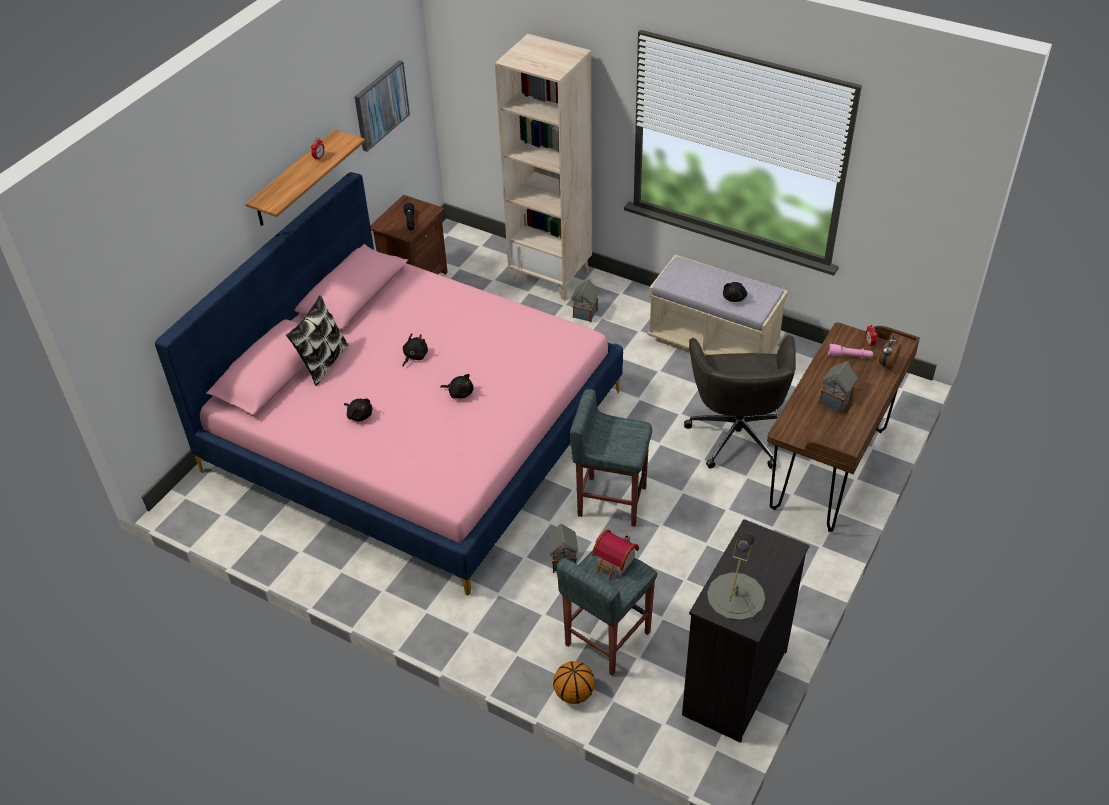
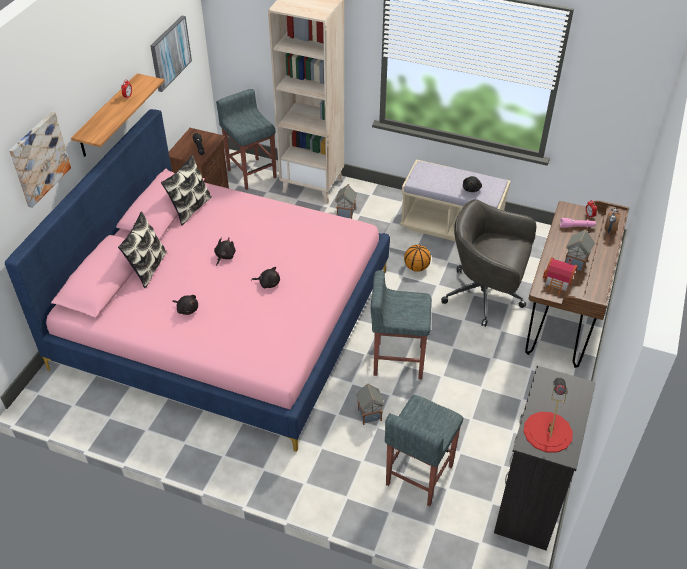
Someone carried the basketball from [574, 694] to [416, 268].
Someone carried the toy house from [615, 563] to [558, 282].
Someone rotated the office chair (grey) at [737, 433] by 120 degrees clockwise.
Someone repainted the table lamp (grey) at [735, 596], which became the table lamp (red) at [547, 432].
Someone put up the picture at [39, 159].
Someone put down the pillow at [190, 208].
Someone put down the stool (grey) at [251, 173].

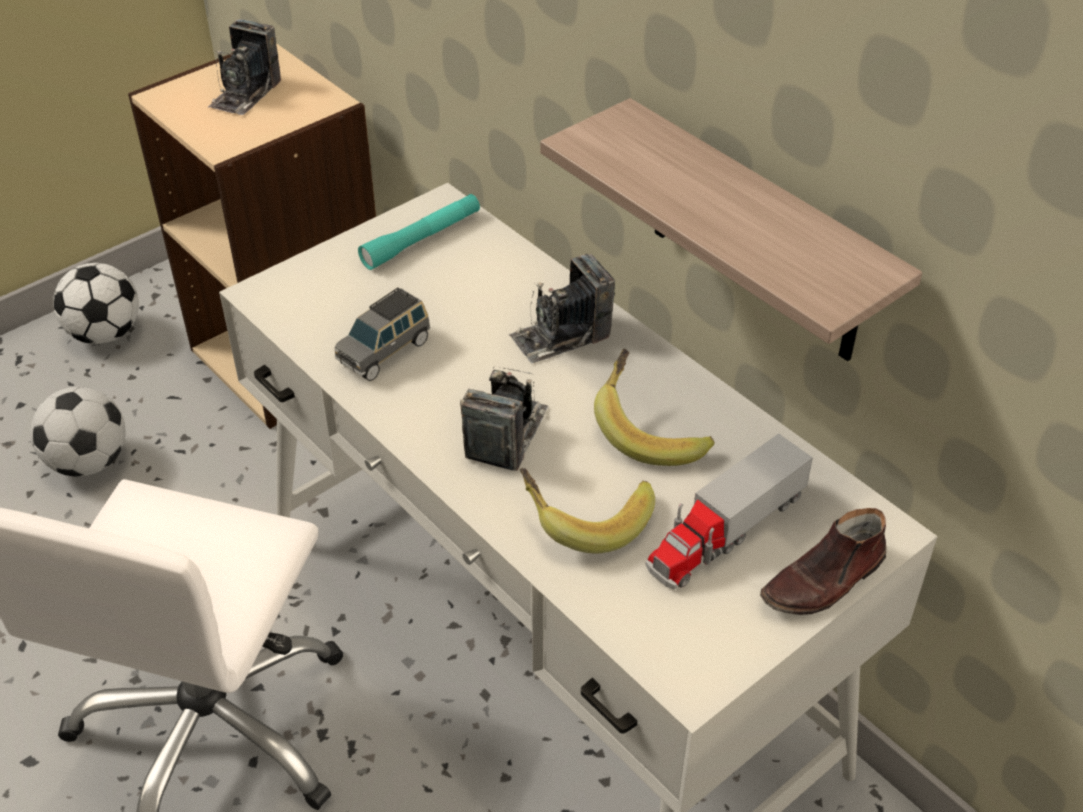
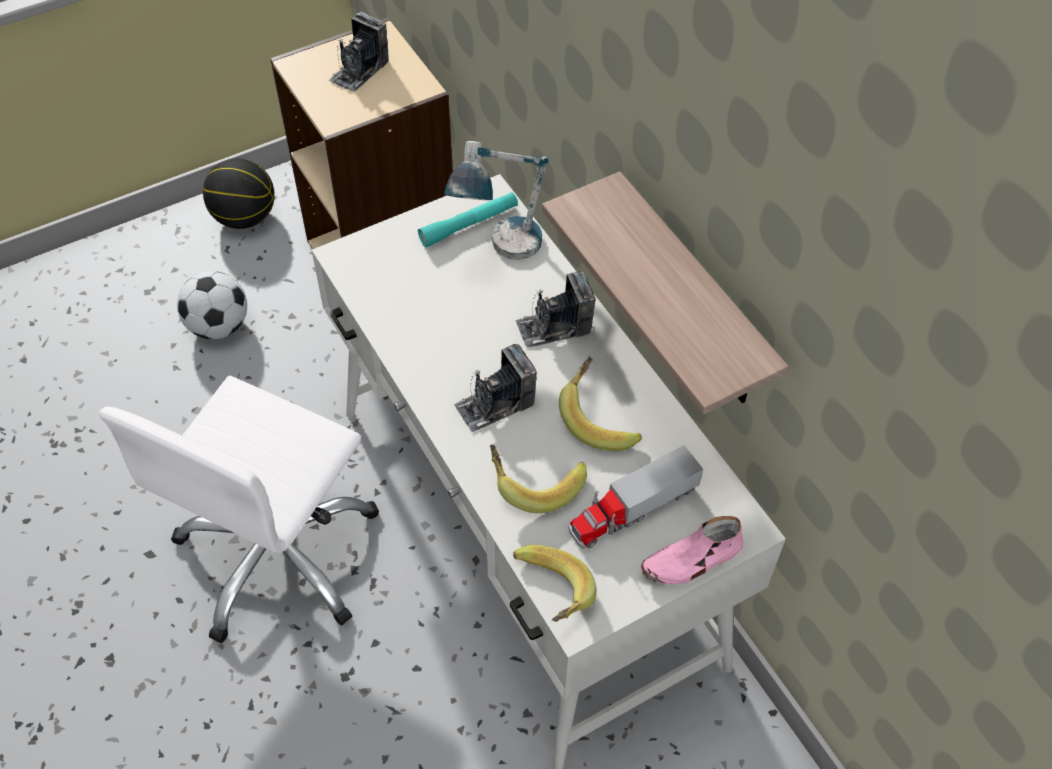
Someone swapped the football at [105, 334] for the basketball at [245, 217].
Someone took away the toy car (grey) at [385, 351].
Someone rotated the photo camera at [506, 434] by 150 degrees counterclockwise.
Someone repainted the shoe (brown) at [824, 581], which became the shoe (pink) at [692, 560].
Someone put down the table lamp at [501, 253].
Someone put down the banana at [549, 596].

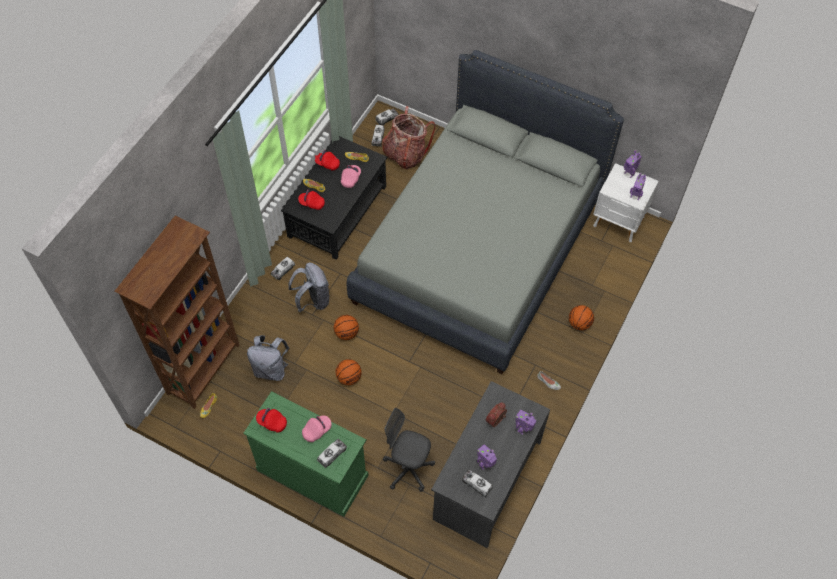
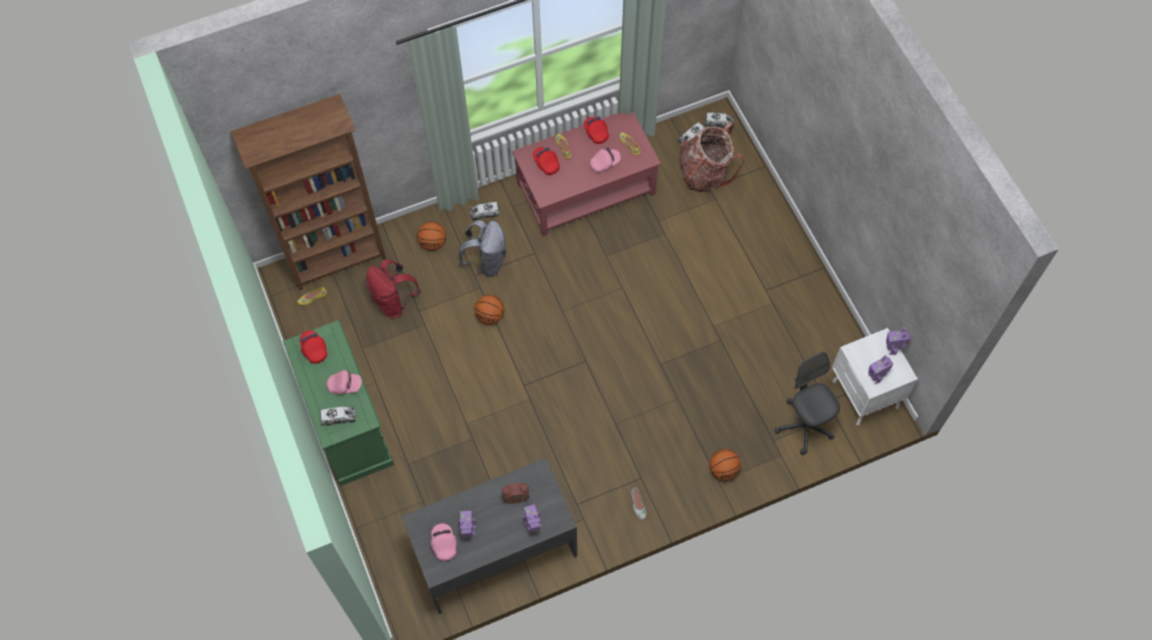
Someone repainted the backpack (grey) at [271, 369], which became the backpack (red) at [394, 301].
Someone repainted the coffee table (black) at [337, 212], which became the coffee table (red) at [585, 188].
Someone carried the basketball from [349, 377] to [433, 243].
Someone took away the bed (grey) at [479, 249].
Someone carried the office chair (grey) from [408, 469] to [804, 426].
Someone swapped the toy truck at [477, 484] for the cap (pink) at [444, 544].

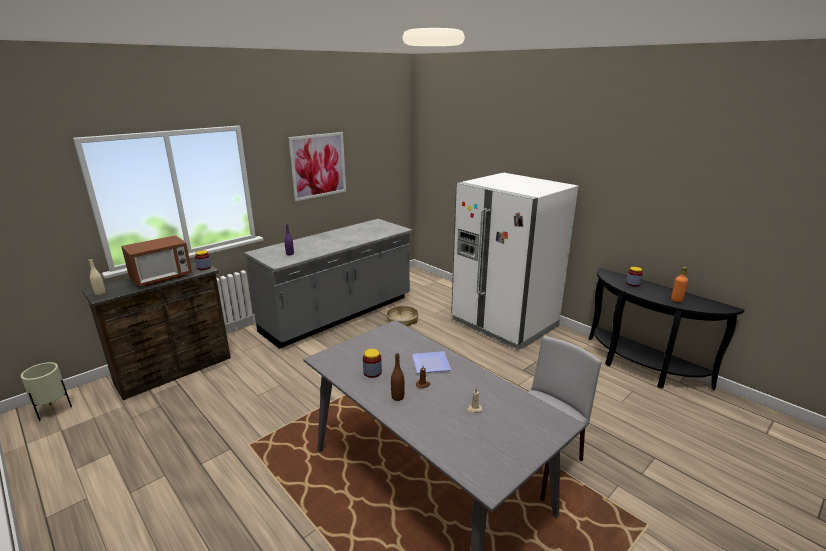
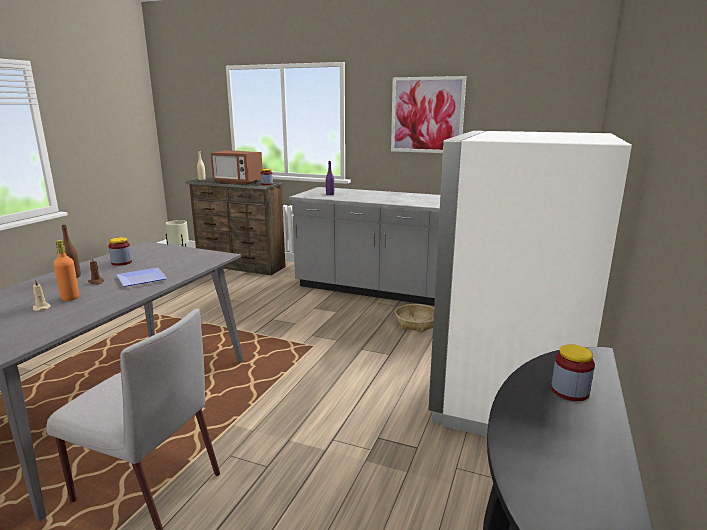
Someone carried the bottle (orange) from [676, 300] to [70, 298].

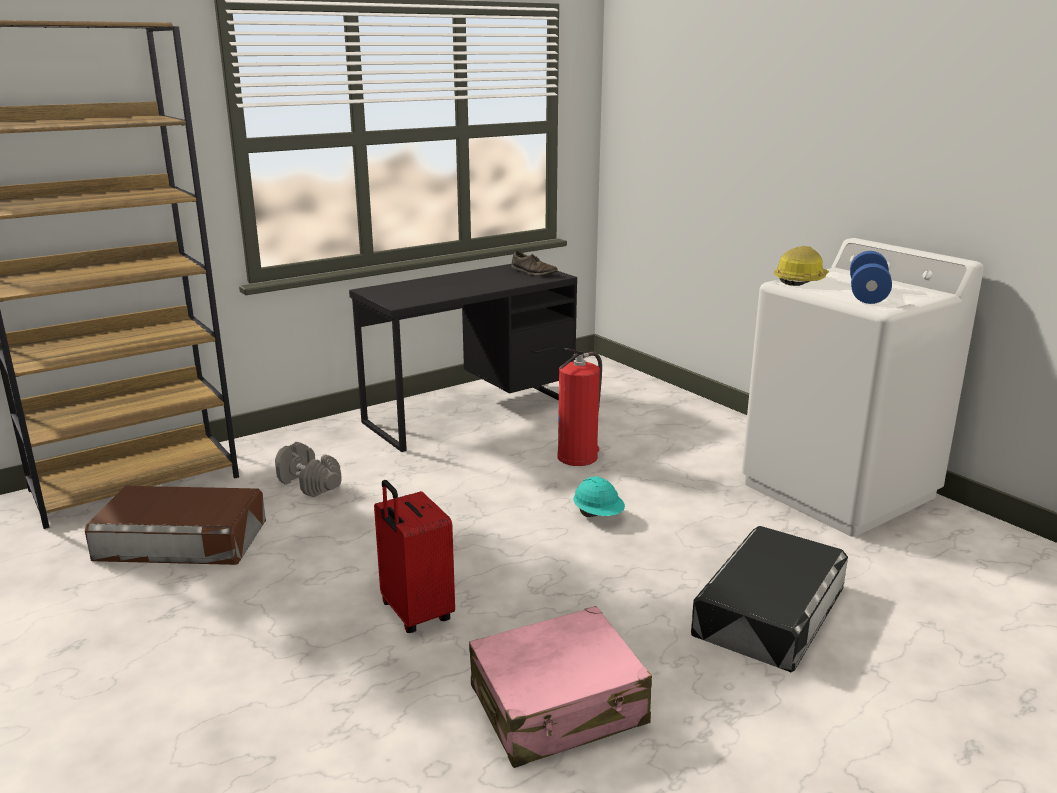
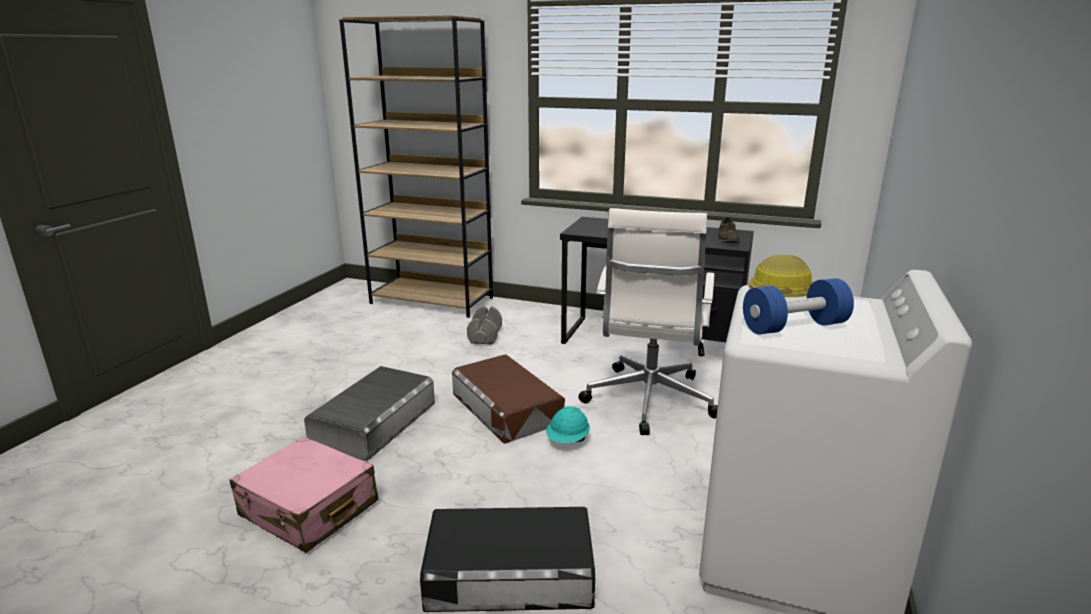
Someone carried the storage box (brown) from [181, 540] to [506, 407].
Someone swapped the suitcase (red) at [415, 613] for the storage box (grey) at [374, 422].
Someone swapped the fire extinguisher at [578, 457] for the office chair (white) at [648, 401].

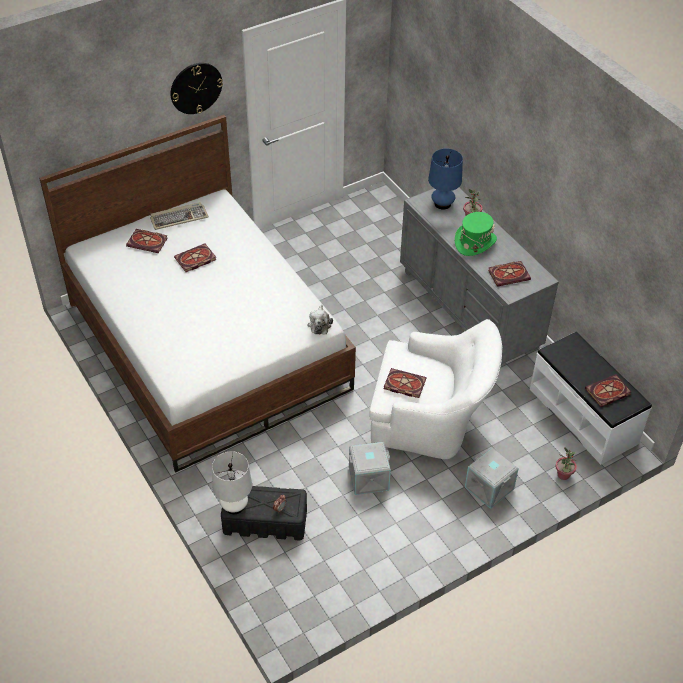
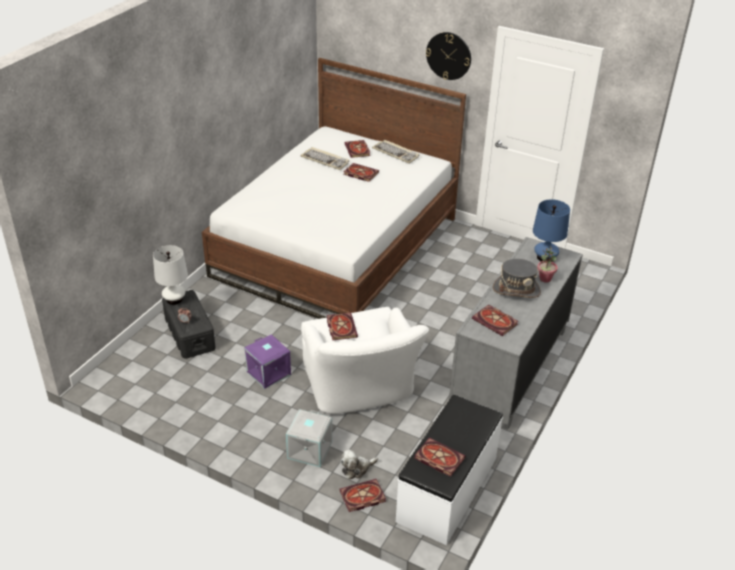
Someone carried the plush toy from [319, 324] to [357, 469].
Someone repainted the storage box (grey) at [368, 479], which became the storage box (purple) at [267, 373].
Someone repainted the hat (green) at [475, 242], which became the hat (grey) at [516, 290].
Someone swapped the potted plant at [563, 475] for the book at [362, 497].
Someone put down the keyboard at [325, 160].

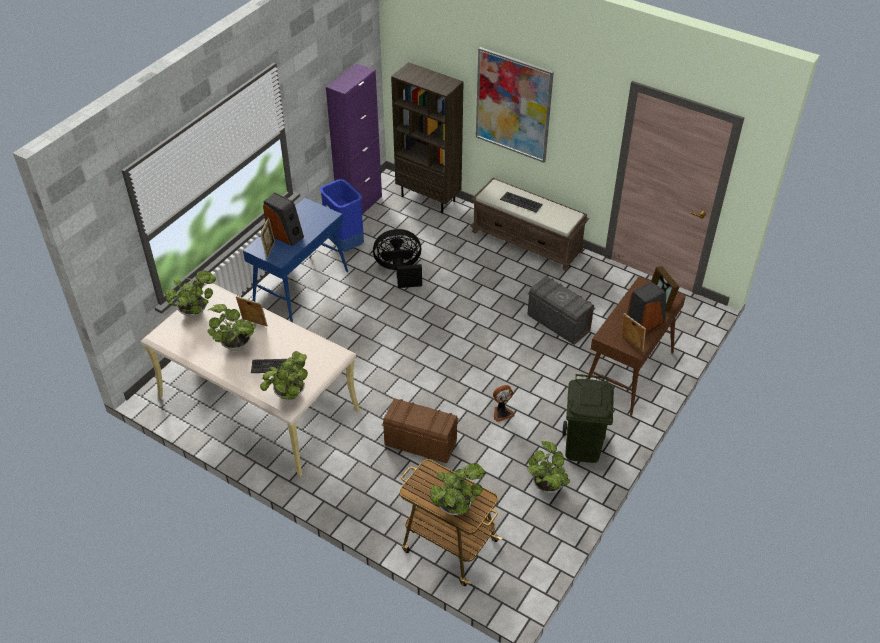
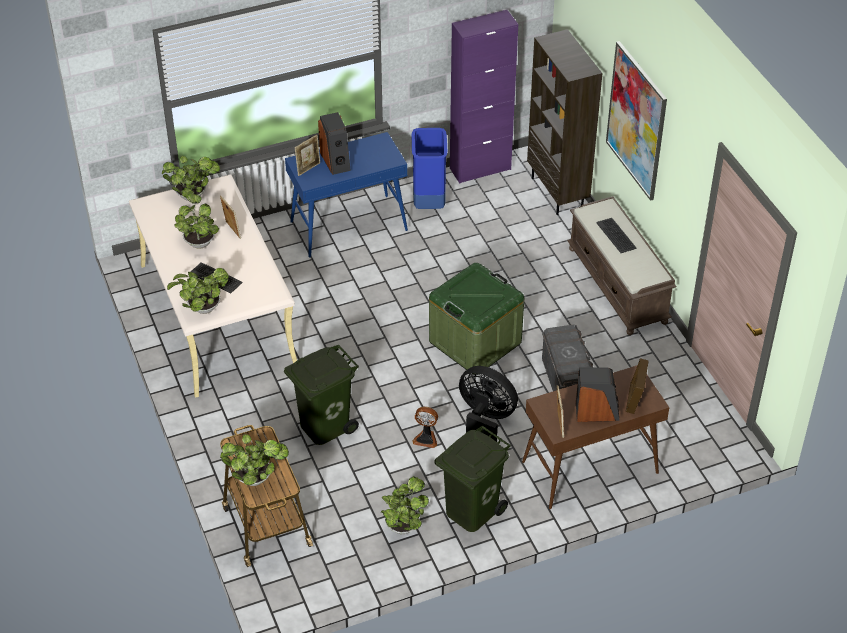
Someone carried the fan (black) from [400, 272] to [485, 419].
Someone swapped the storage box (brown) at [420, 443] for the trash can (green) at [324, 425].
Someone put down the storage box (green) at [475, 342].

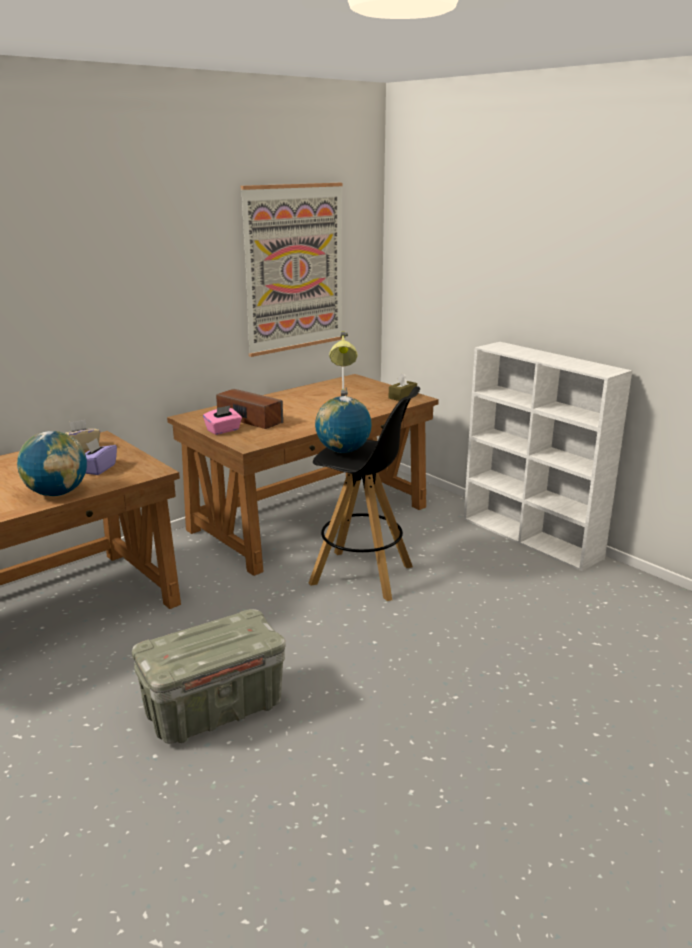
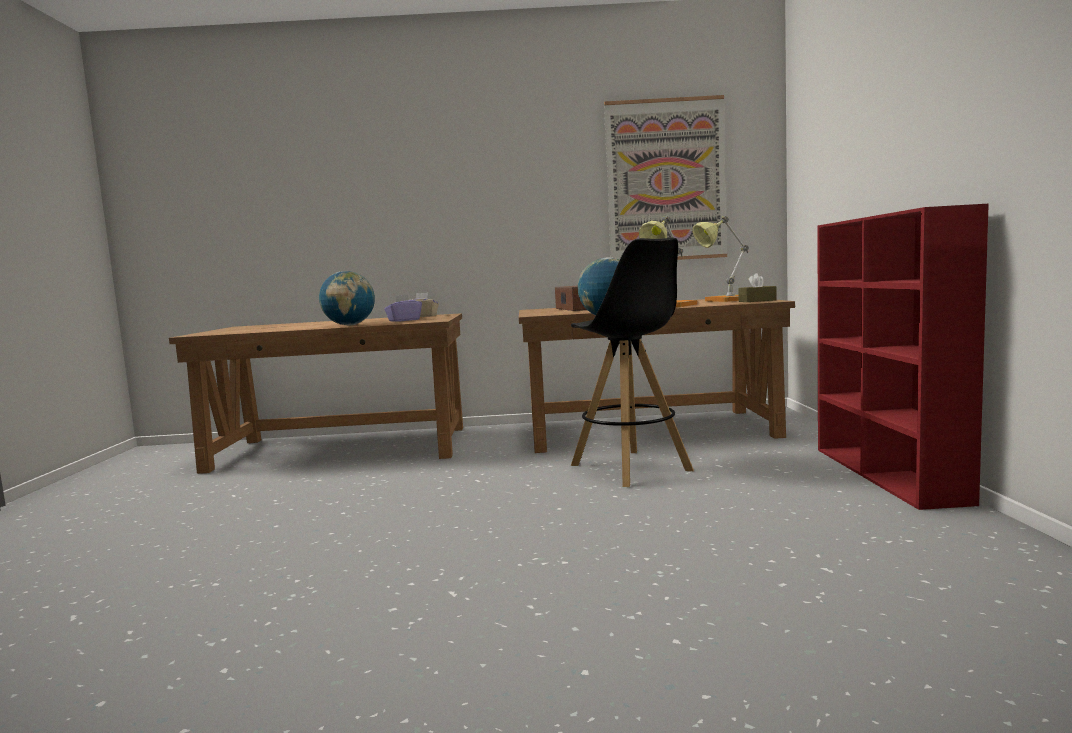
Someone took away the storage box (grey) at [215, 708].
Someone took away the tissue box (pink) at [223, 430].
Someone repainted the bookcase (white) at [532, 538], which became the bookcase (red) at [888, 474].
Someone put down the table lamp at [725, 300].

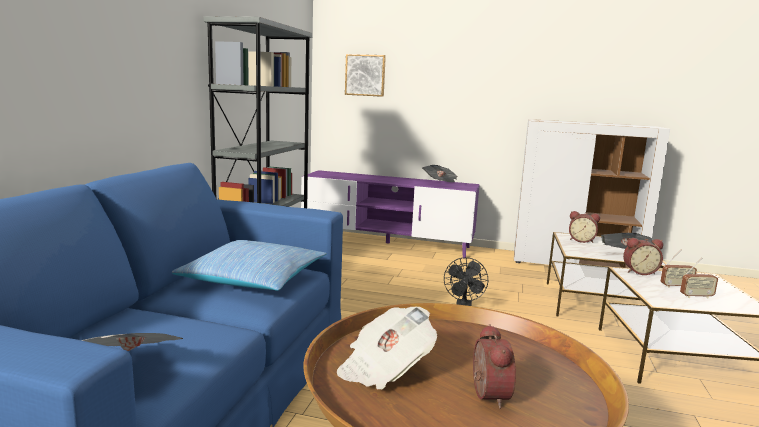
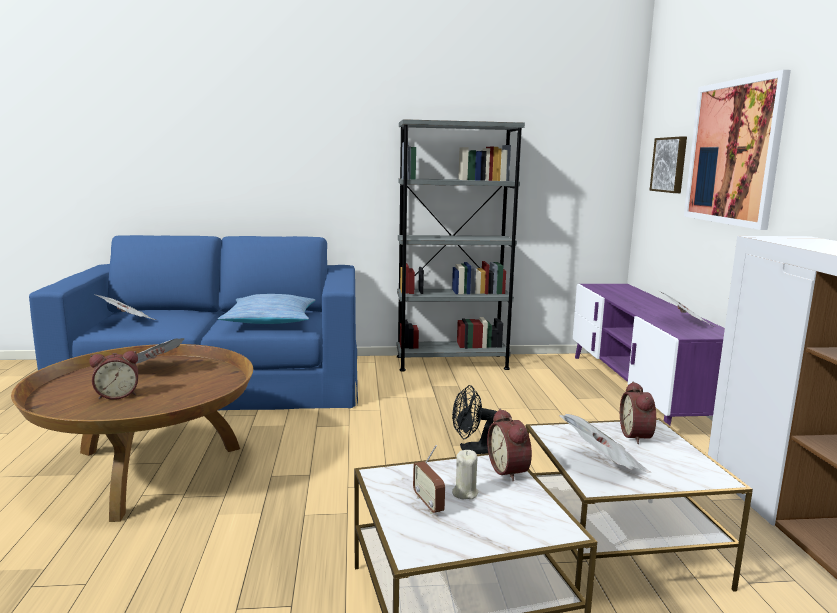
Someone swapped the radio at [676, 286] for the candle (beige) at [464, 493].
Someone put up the picture at [733, 152].

